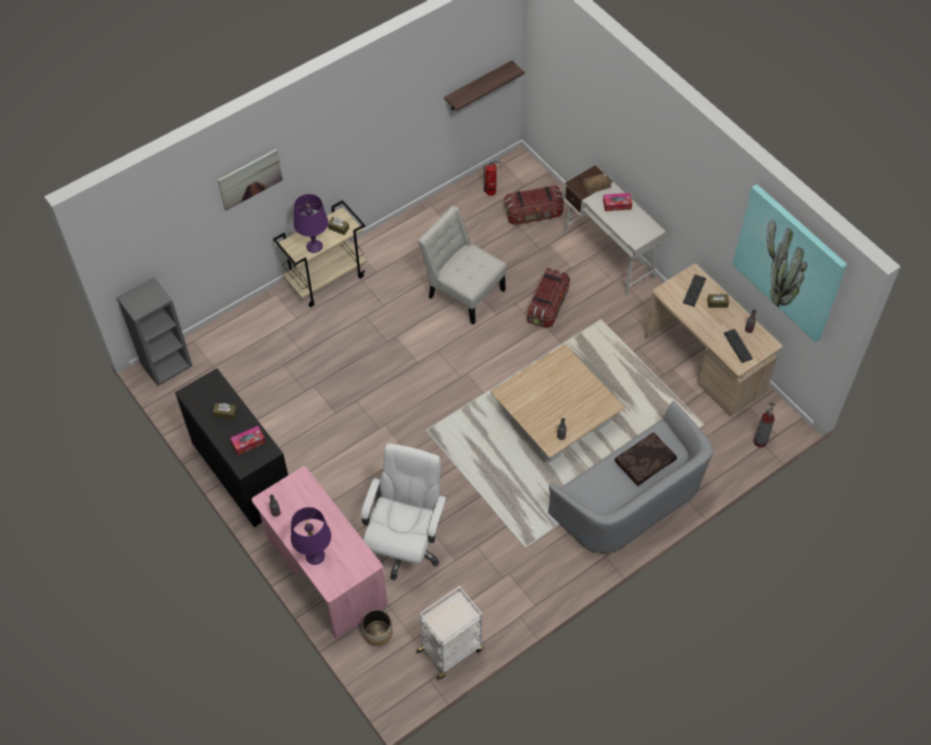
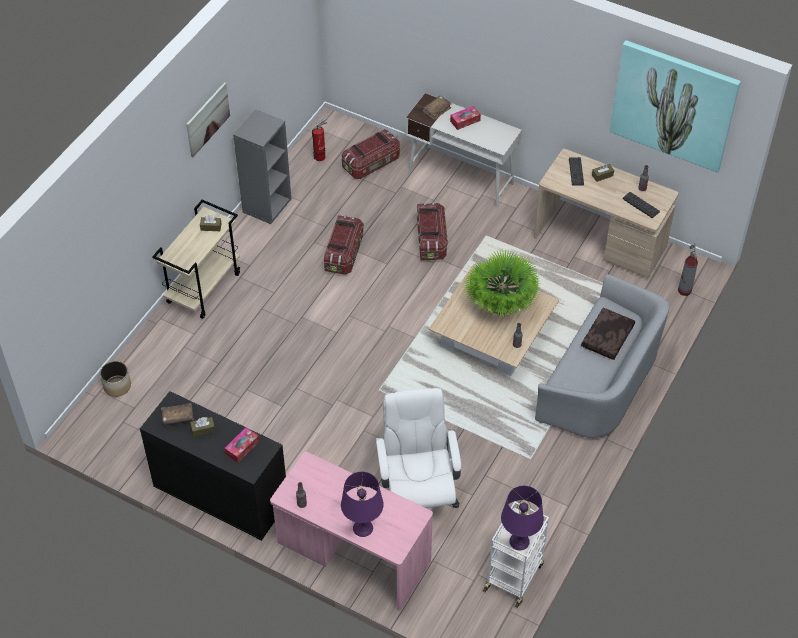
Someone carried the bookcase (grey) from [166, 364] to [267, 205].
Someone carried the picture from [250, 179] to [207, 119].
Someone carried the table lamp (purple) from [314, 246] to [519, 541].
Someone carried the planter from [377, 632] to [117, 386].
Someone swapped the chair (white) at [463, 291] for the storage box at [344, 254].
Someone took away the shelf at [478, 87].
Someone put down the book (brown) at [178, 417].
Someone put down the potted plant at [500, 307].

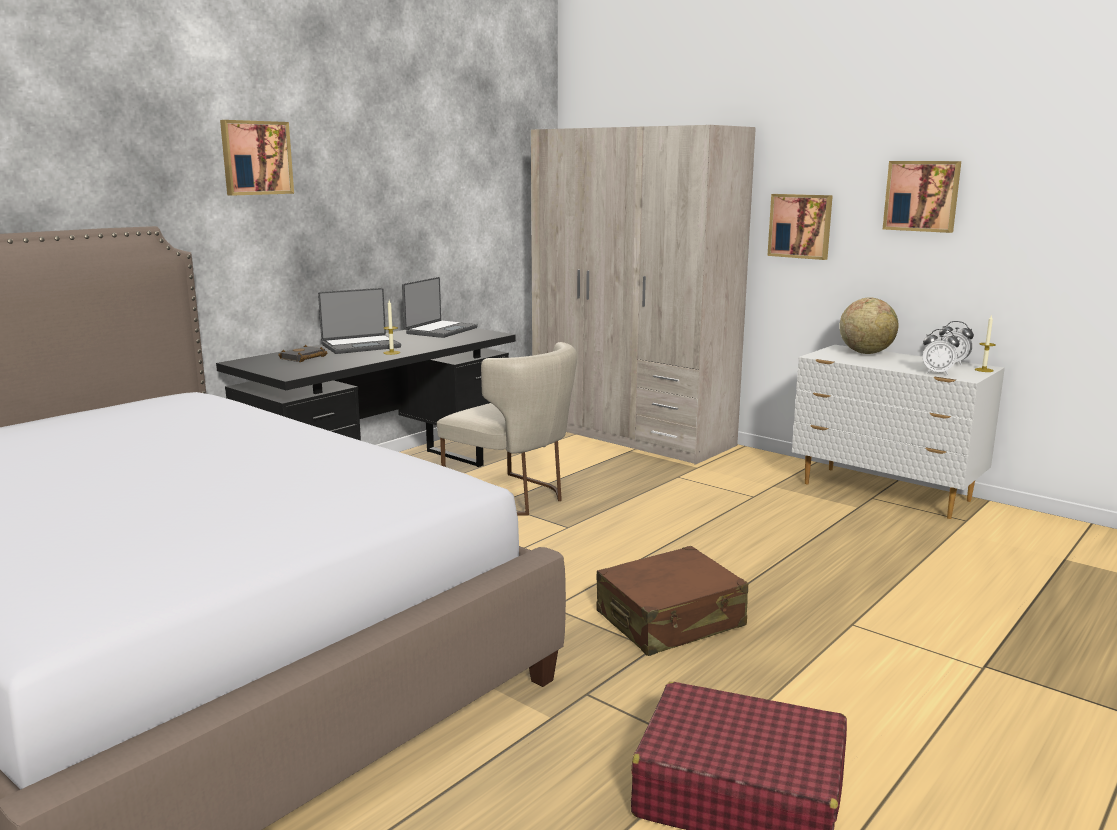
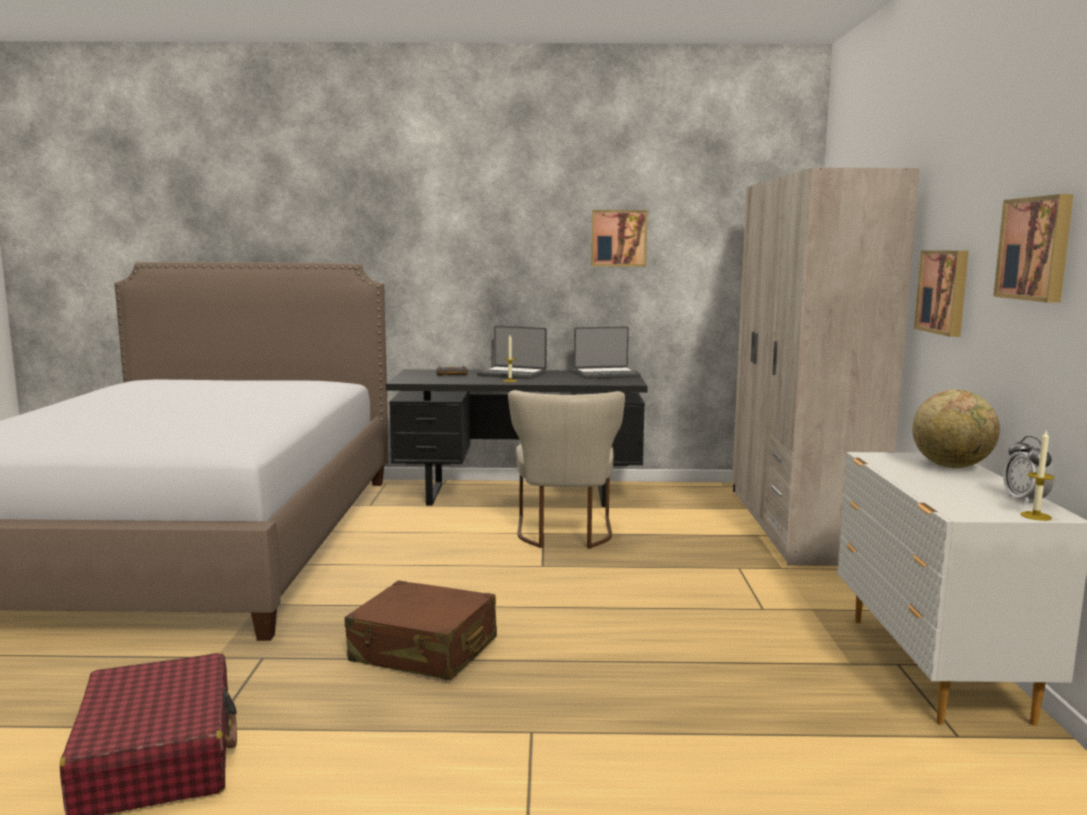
Someone carried the picture from [256, 158] to [618, 238].
Someone took away the alarm clock at [937, 373].

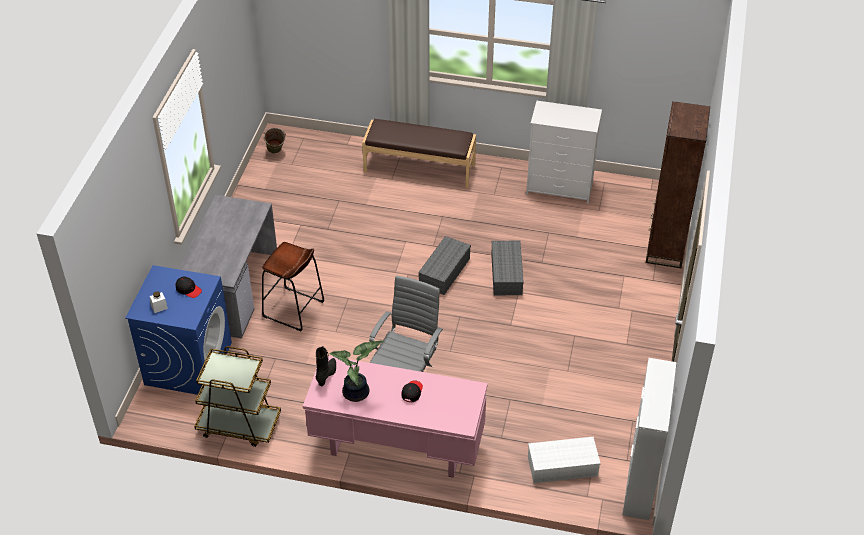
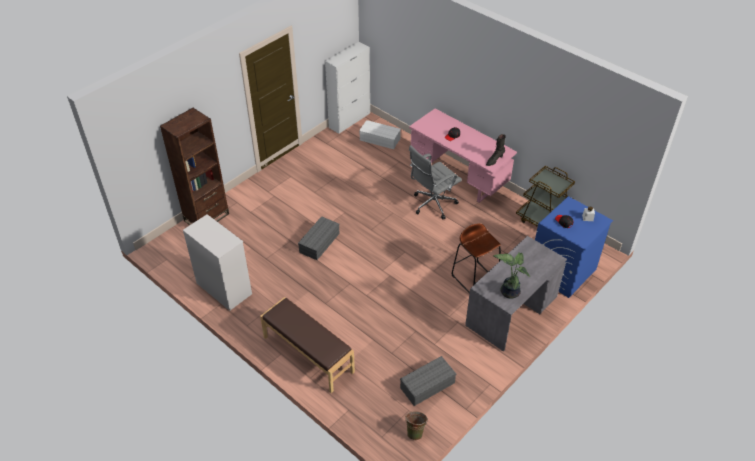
Someone carried the potted plant from [357, 393] to [509, 291].
Someone carried the storage box (grey) from [444, 271] to [427, 386].

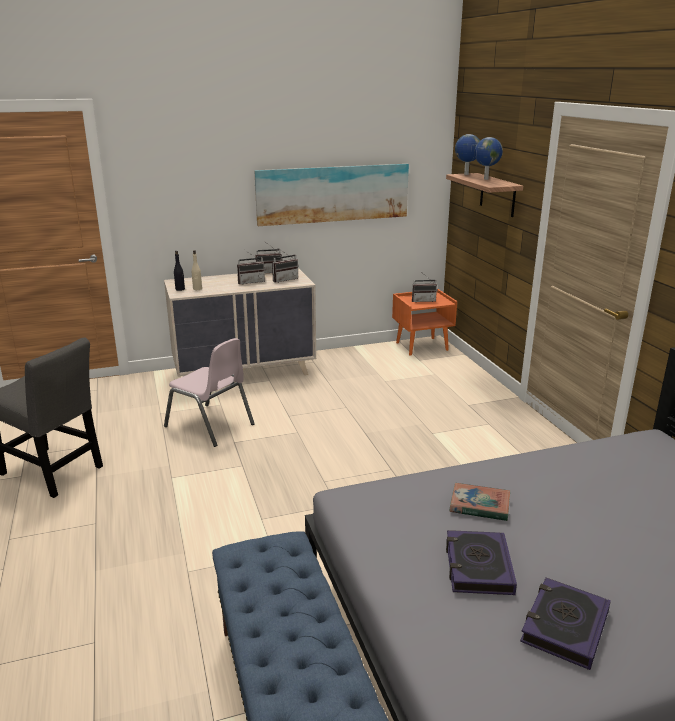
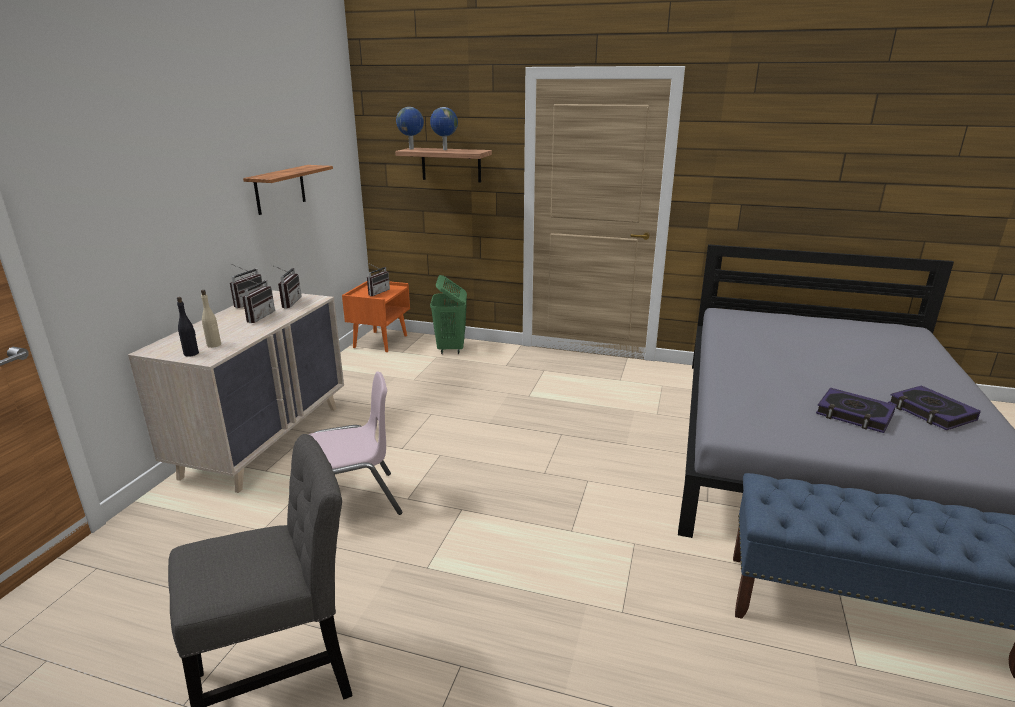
Someone swapped the picture at [332, 193] for the shelf at [280, 189].
Someone took away the book at [479, 505].
Someone put down the laundry basket (green) at [451, 348].

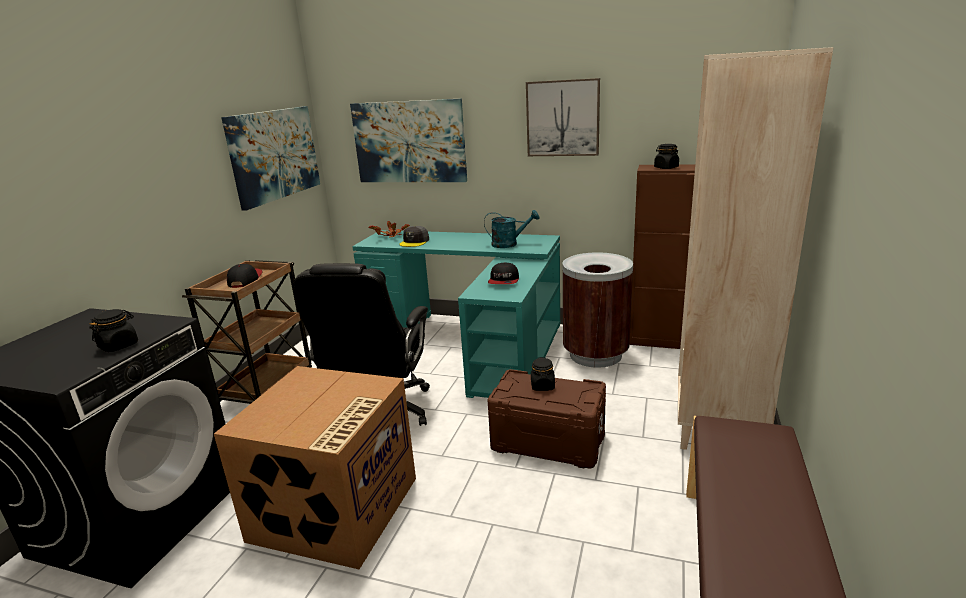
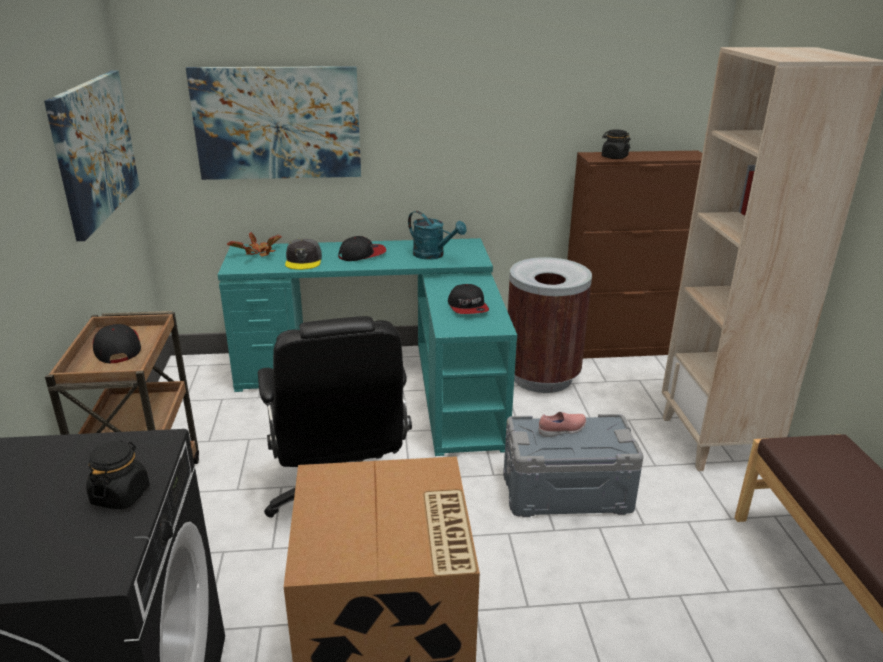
Someone rotated the watering can (turquoise) at [509, 244] by 60 degrees clockwise.
Someone repainted the storage box (brown) at [548, 441], which became the storage box (grey) at [566, 491].
Someone took away the picture at [563, 118].
Someone swapped the jar (black) at [542, 386] for the shoe (pink) at [562, 431].
Someone put down the cap at [362, 254].

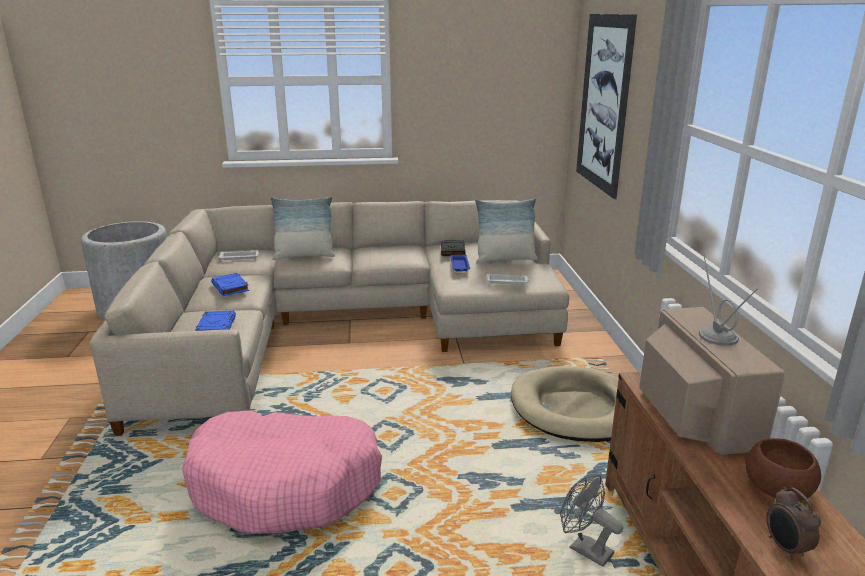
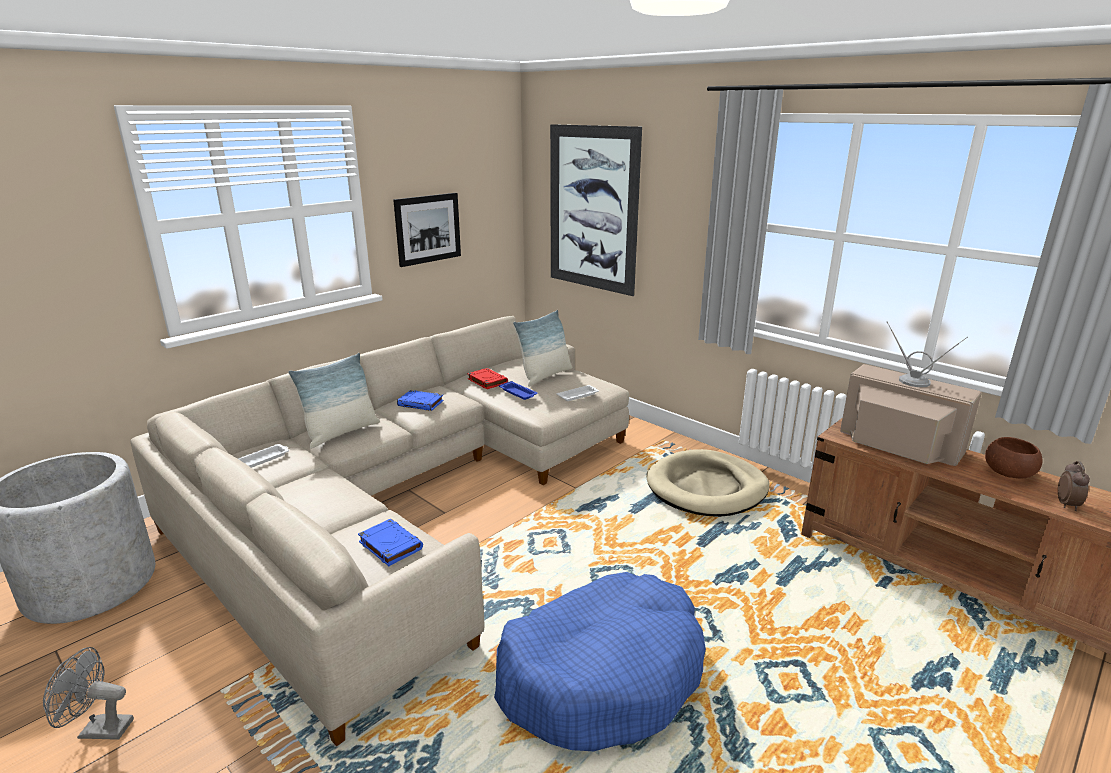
Someone repainted the dog bed (pink) at [286, 485], which became the dog bed (blue) at [601, 675].
Someone carried the book (blue) from [230, 287] to [421, 403].
Someone repainted the book (black) at [452, 251], which became the book (red) at [487, 381].
Someone carried the fan (grey) from [584, 549] to [98, 729].
Someone rotated the alarm clock at [785, 548] by 105 degrees counterclockwise.
Someone put up the picture at [428, 229].

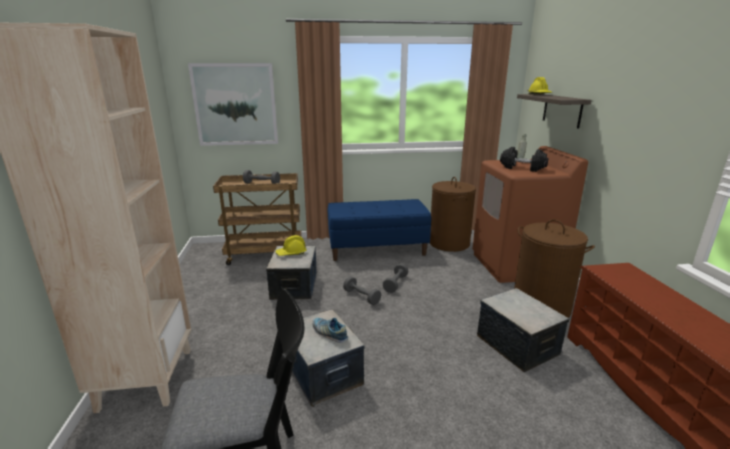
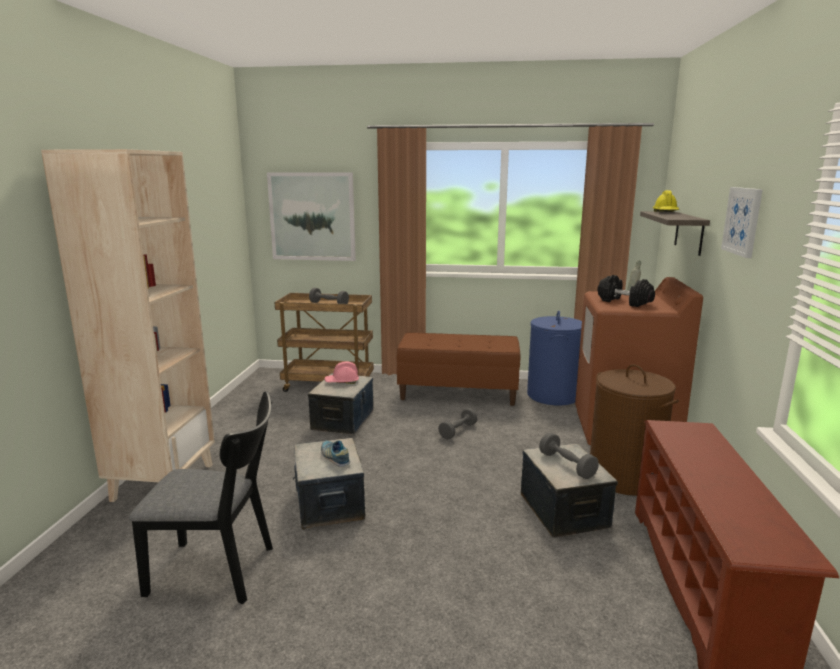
Someone repainted the hard hat (yellow) at [291, 253], which became the hard hat (pink) at [342, 381].
Someone repainted the bench (blue) at [377, 249], which became the bench (brown) at [458, 393].
Someone carried the dumbbell (grey) from [361, 297] to [567, 465].
Someone repainted the laundry basket (brown) at [449, 243], which became the laundry basket (blue) at [552, 395].
Someone put up the picture at [743, 221].

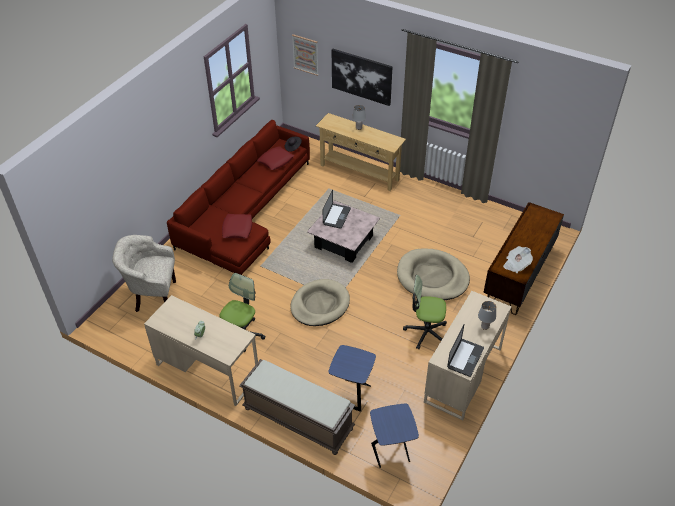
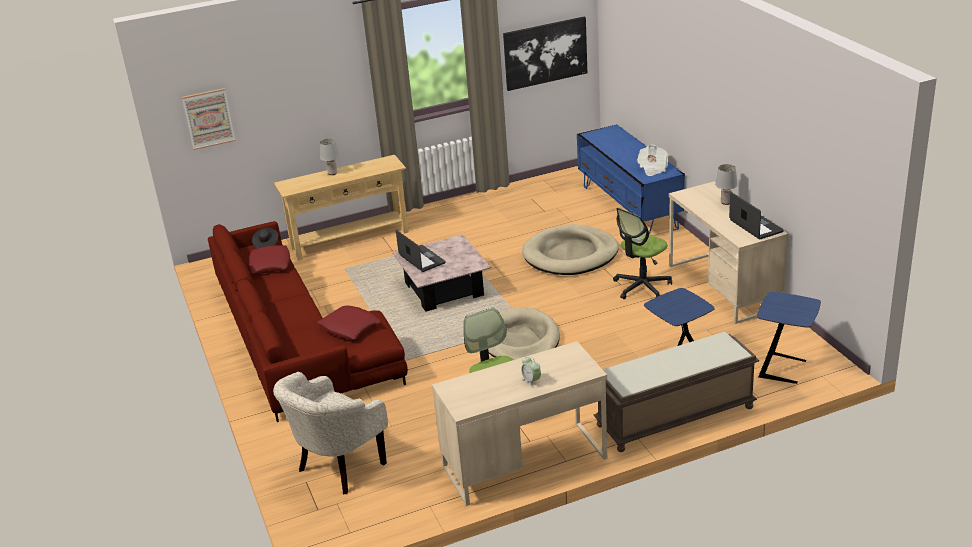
Someone carried the picture from [361, 76] to [545, 53].
Someone repainted the tv stand (brown) at [518, 275], which became the tv stand (blue) at [629, 207].

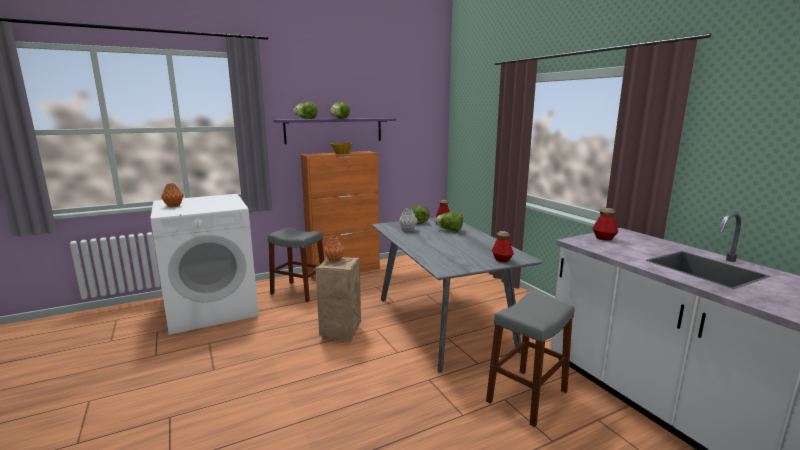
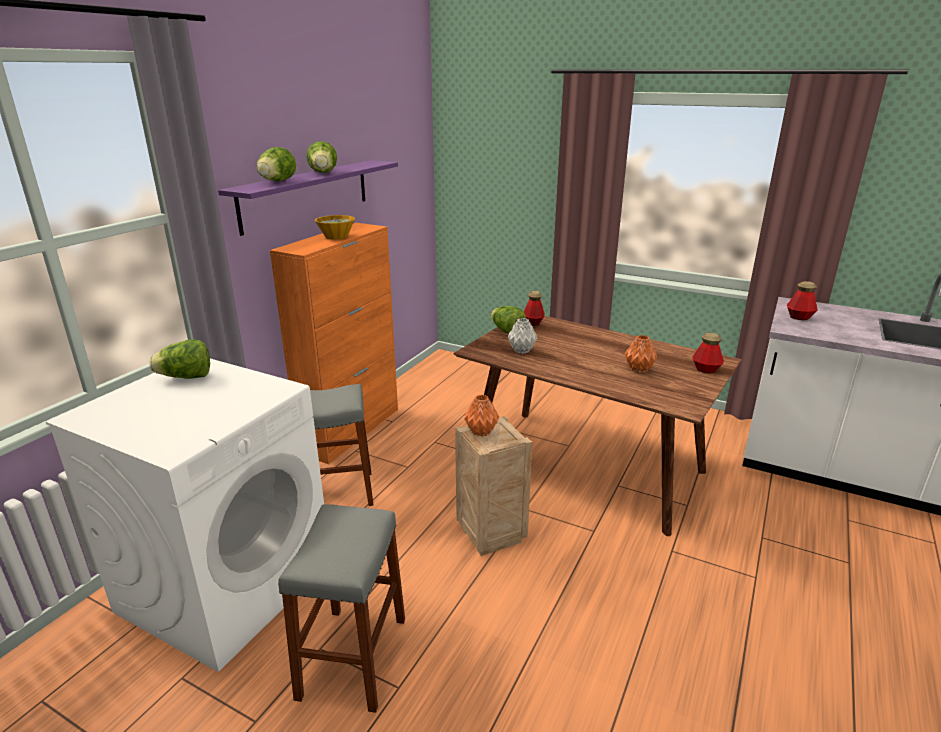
Someone carried the vase (orange) from [174, 206] to [639, 369].
Someone repainted the dining table (grey) at [441, 322], which became the dining table (brown) at [584, 466].
Someone carried the lettuce from [449, 230] to [186, 377].
Someone carried the stool (grey) from [527, 396] to [353, 657].

